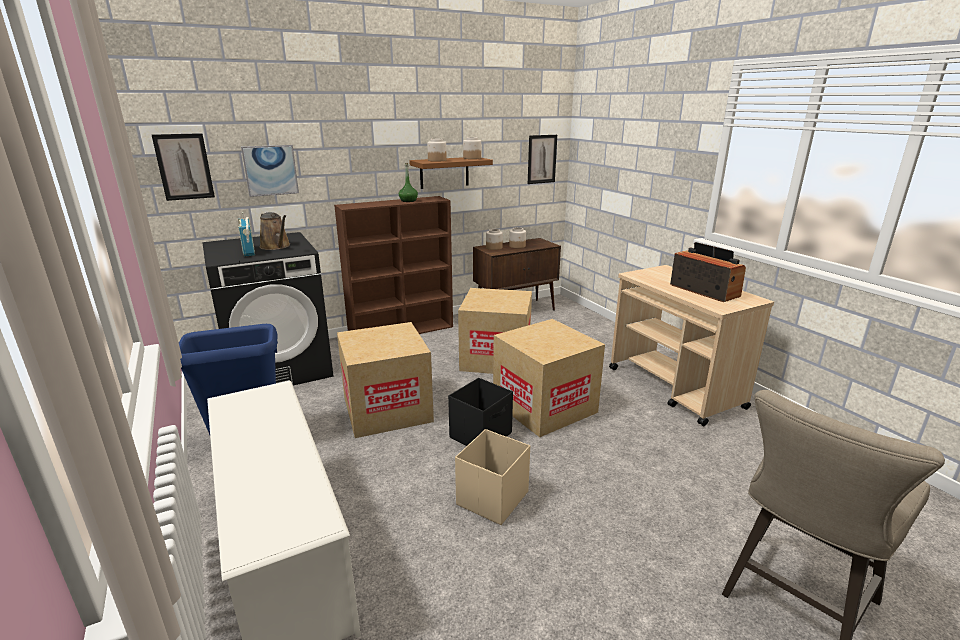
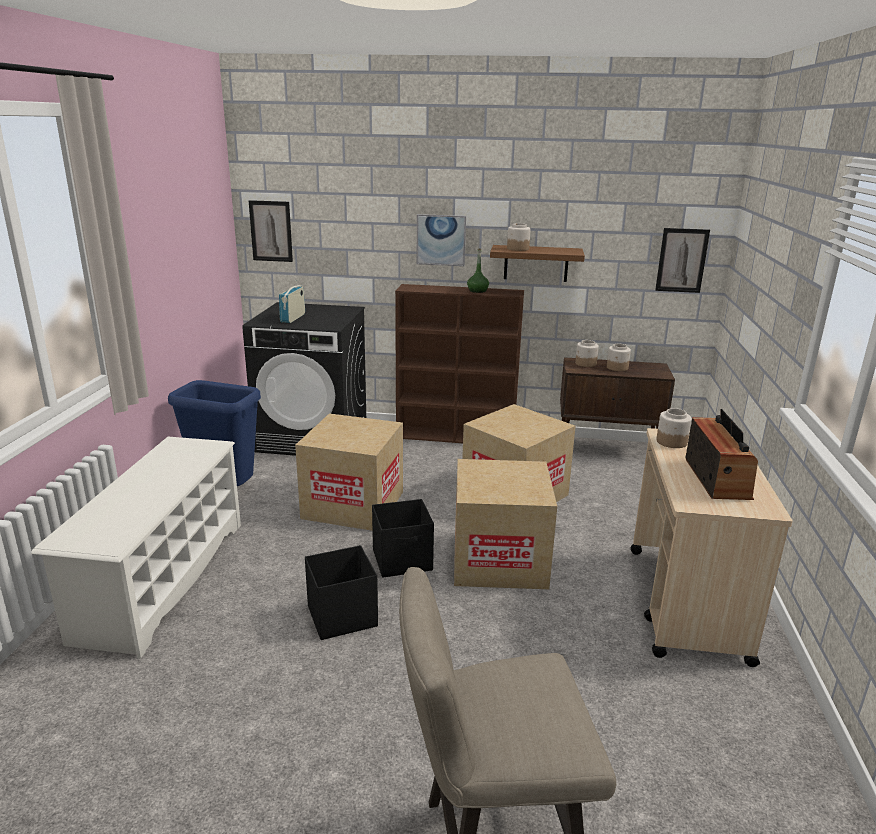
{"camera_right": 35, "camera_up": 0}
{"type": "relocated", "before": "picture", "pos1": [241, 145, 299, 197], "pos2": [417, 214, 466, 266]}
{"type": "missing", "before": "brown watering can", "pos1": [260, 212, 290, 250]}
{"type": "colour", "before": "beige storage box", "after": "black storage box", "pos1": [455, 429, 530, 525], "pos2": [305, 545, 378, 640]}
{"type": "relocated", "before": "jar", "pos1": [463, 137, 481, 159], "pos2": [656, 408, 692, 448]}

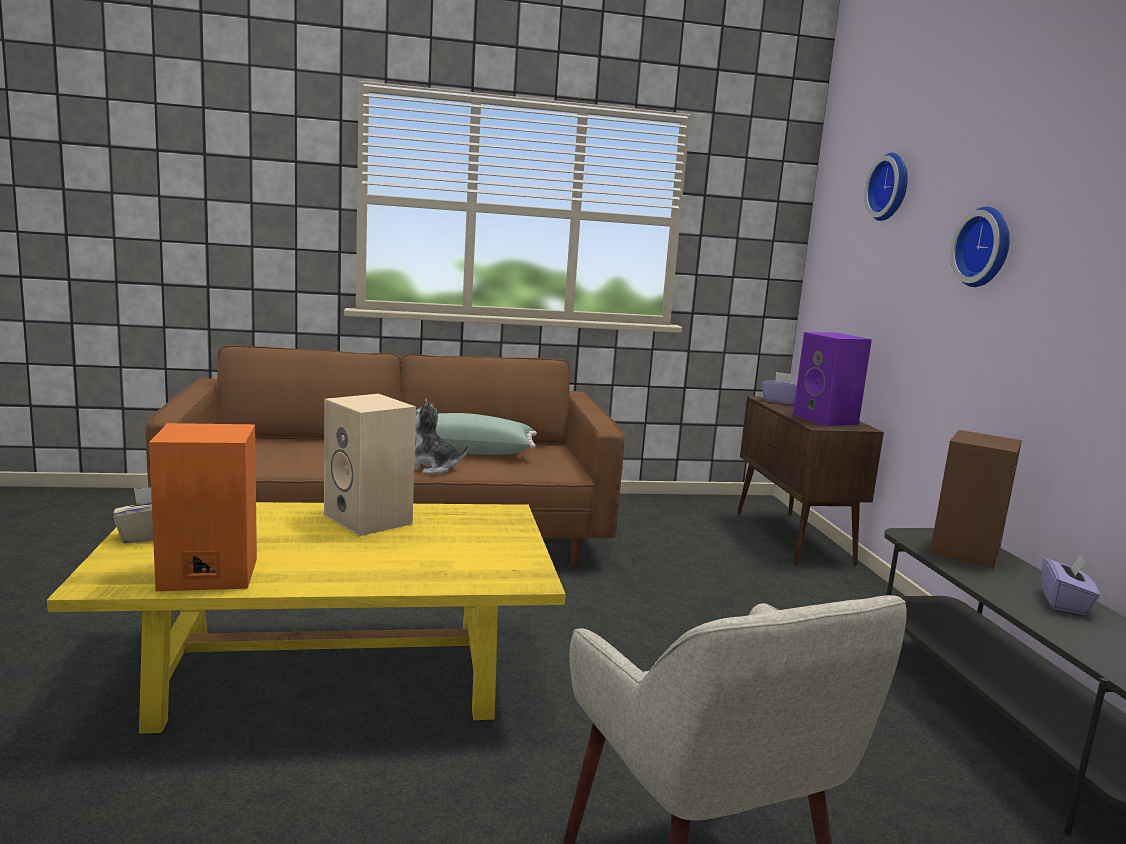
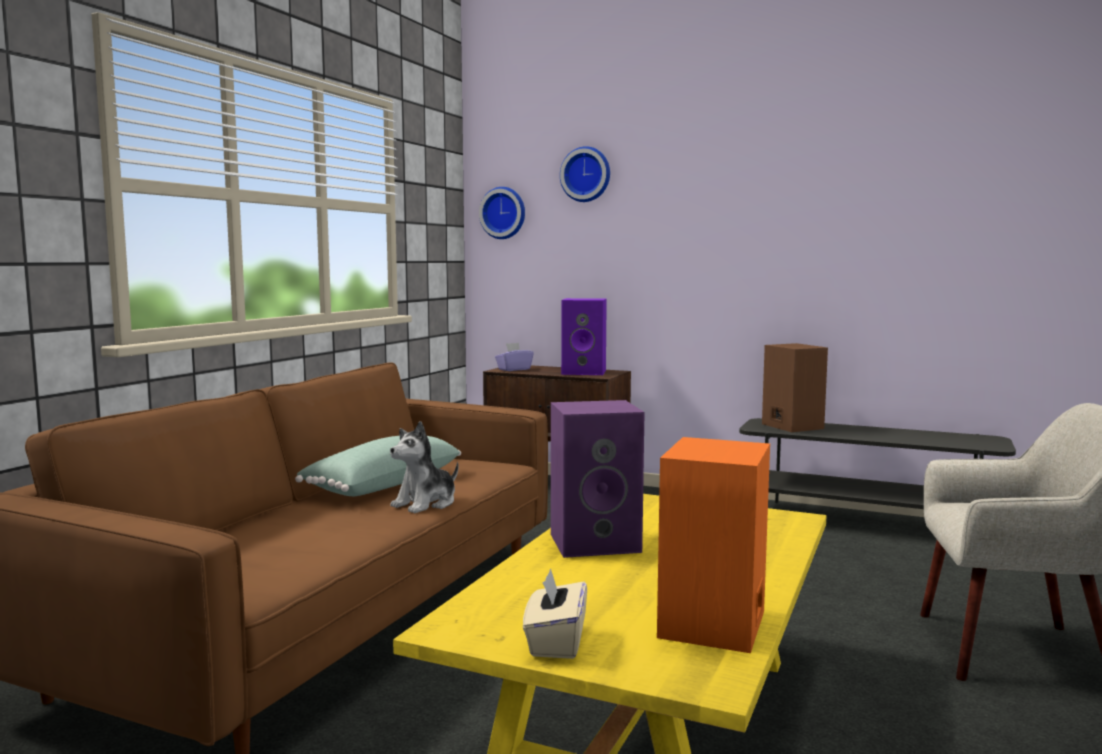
{"camera_right": -55, "camera_up": -5}
{"type": "colour", "before": "beige speaker", "after": "purple speaker", "pos1": [324, 394, 416, 536], "pos2": [551, 400, 644, 558]}
{"type": "relocated", "before": "wall clock", "pos1": [950, 206, 1010, 287], "pos2": [479, 187, 525, 239]}
{"type": "missing", "before": "purple tissue box", "pos1": [1041, 554, 1100, 615]}

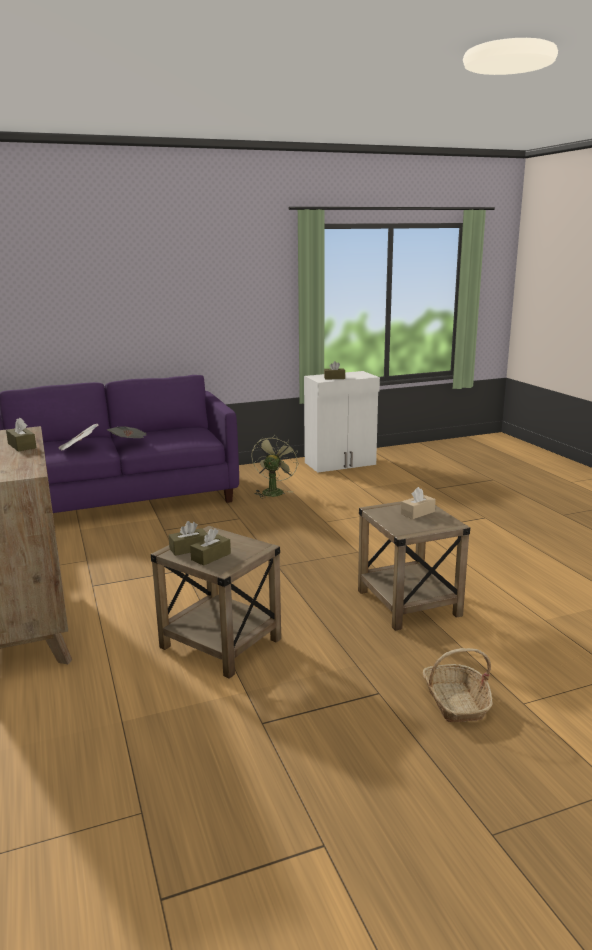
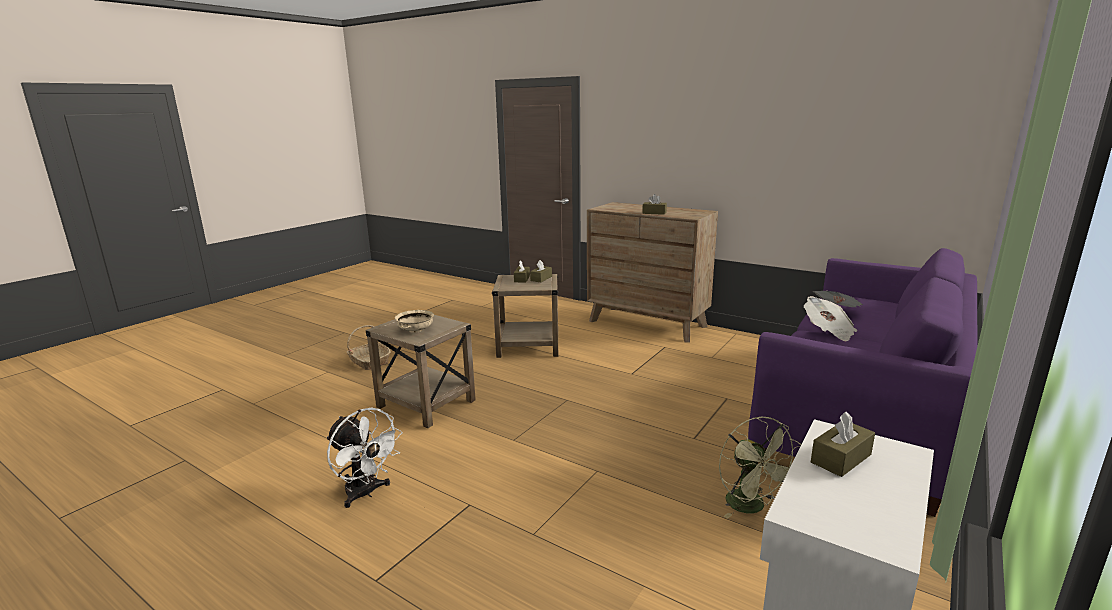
{"camera_right": 145, "camera_up": 0}
{"type": "exchanged", "before": "beige tissue box", "after": "beige bowl", "pos1": [401, 487, 436, 519], "pos2": [395, 310, 434, 333]}
{"type": "appeared", "after": "white fan", "pos2": [327, 408, 403, 508]}

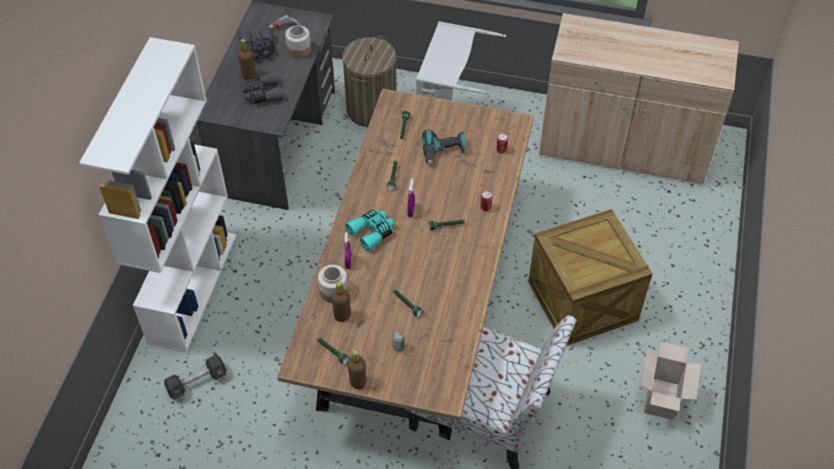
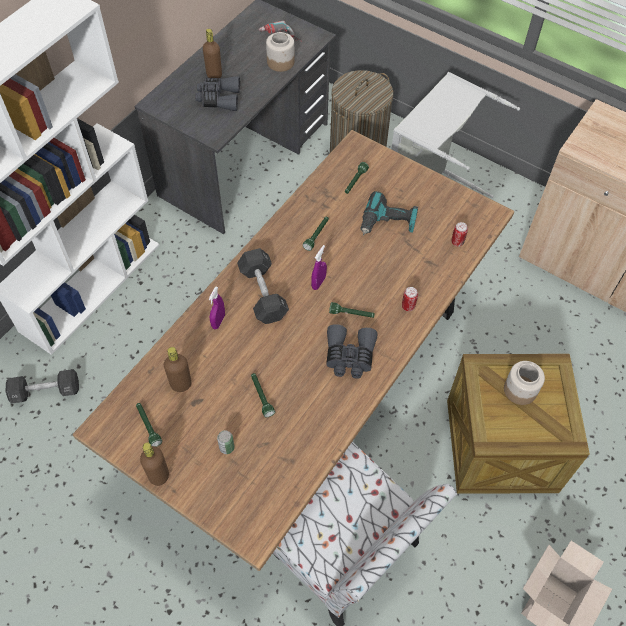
{"camera_right": 20, "camera_up": 5}
{"type": "relocated", "before": "grey binoculars", "pos1": [239, 27, 275, 61], "pos2": [326, 324, 378, 379]}
{"type": "relocated", "before": "jar", "pos1": [318, 265, 348, 303], "pos2": [504, 361, 545, 405]}
{"type": "exchanged", "before": "turquoise binoculars", "after": "black dumbbell", "pos1": [345, 209, 395, 252], "pos2": [237, 248, 289, 324]}

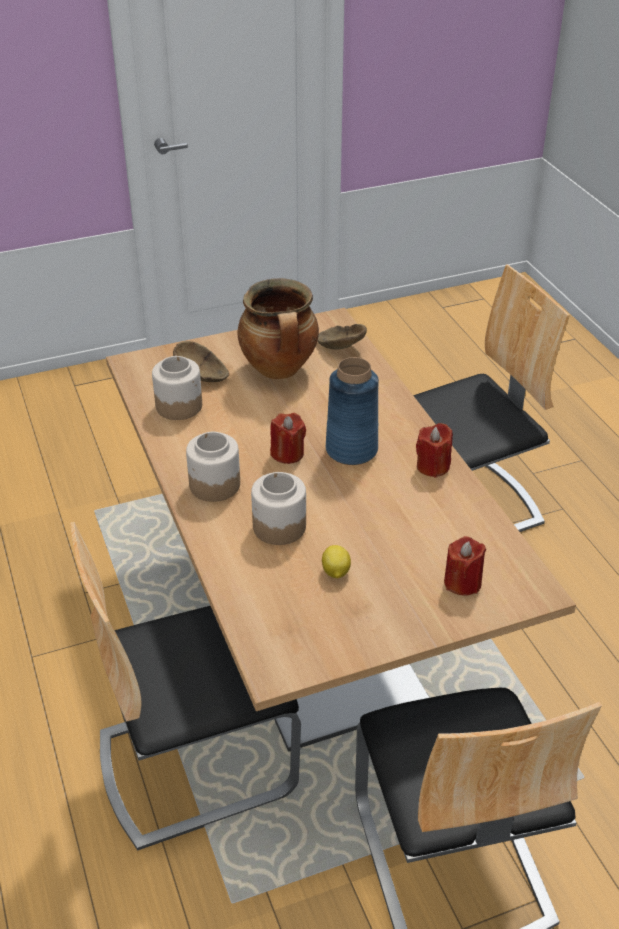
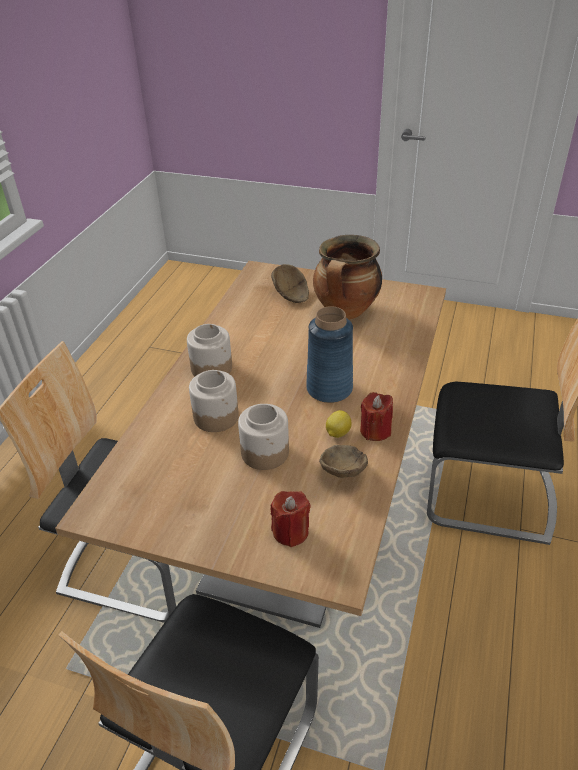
{"camera_right": 40, "camera_up": 0}
{"type": "relocated", "before": "jar", "pos1": [152, 356, 202, 420], "pos2": [238, 404, 289, 470]}
{"type": "missing", "before": "red candle", "pos1": [270, 413, 306, 464]}
{"type": "relocated", "before": "brown bowl", "pos1": [318, 324, 367, 349], "pos2": [319, 445, 368, 478]}
{"type": "relocated", "before": "lemon", "pos1": [322, 545, 351, 578], "pos2": [326, 410, 352, 438]}

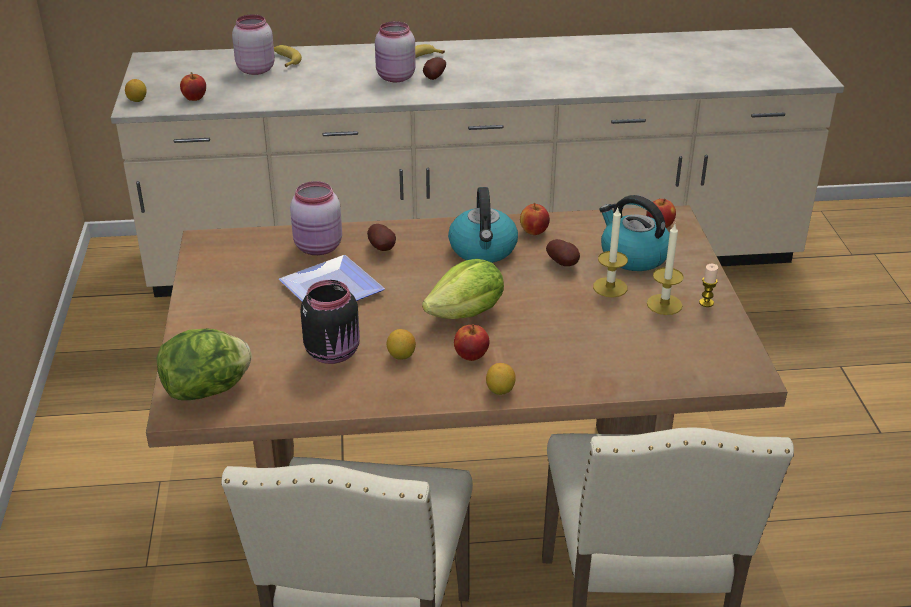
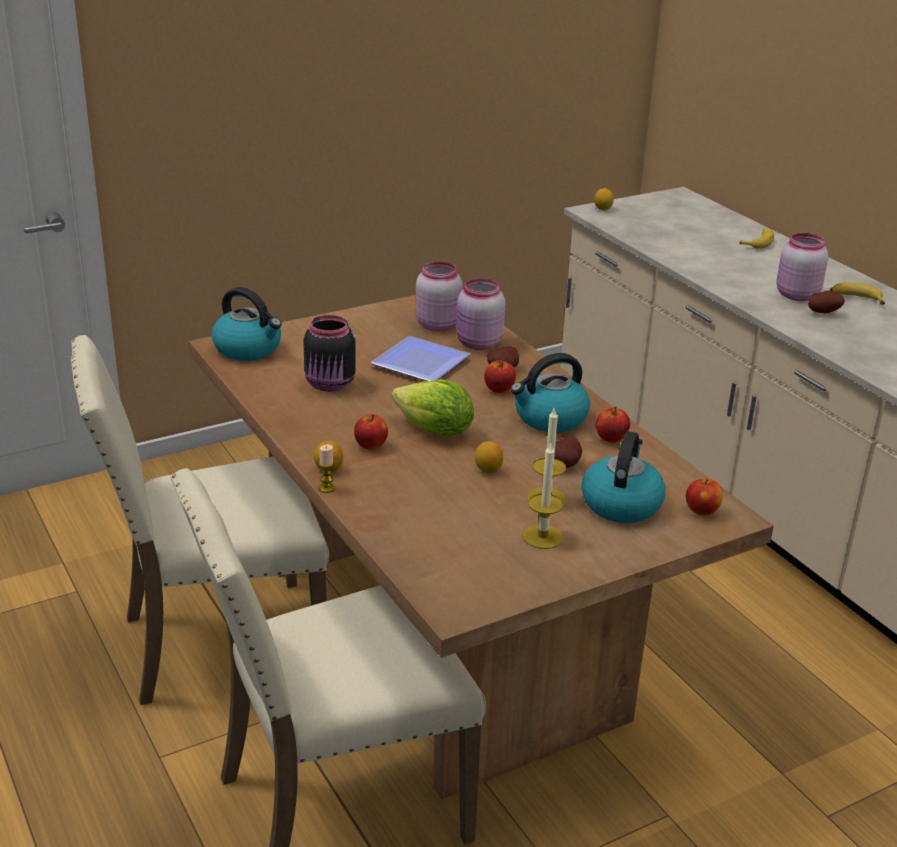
{"camera_right": 65, "camera_up": -5}
{"type": "exchanged", "before": "lettuce", "after": "kettle", "pos1": [156, 329, 252, 400], "pos2": [212, 287, 282, 361]}
{"type": "relocated", "before": "apple", "pos1": [180, 72, 206, 101], "pos2": [484, 360, 516, 393]}
{"type": "relocated", "before": "pink jar", "pos1": [232, 14, 275, 75], "pos2": [415, 262, 463, 331]}
{"type": "relocated", "before": "lemon", "pos1": [386, 329, 416, 360], "pos2": [475, 441, 503, 473]}
{"type": "relocated", "before": "candle", "pos1": [699, 264, 718, 307], "pos2": [318, 445, 335, 493]}

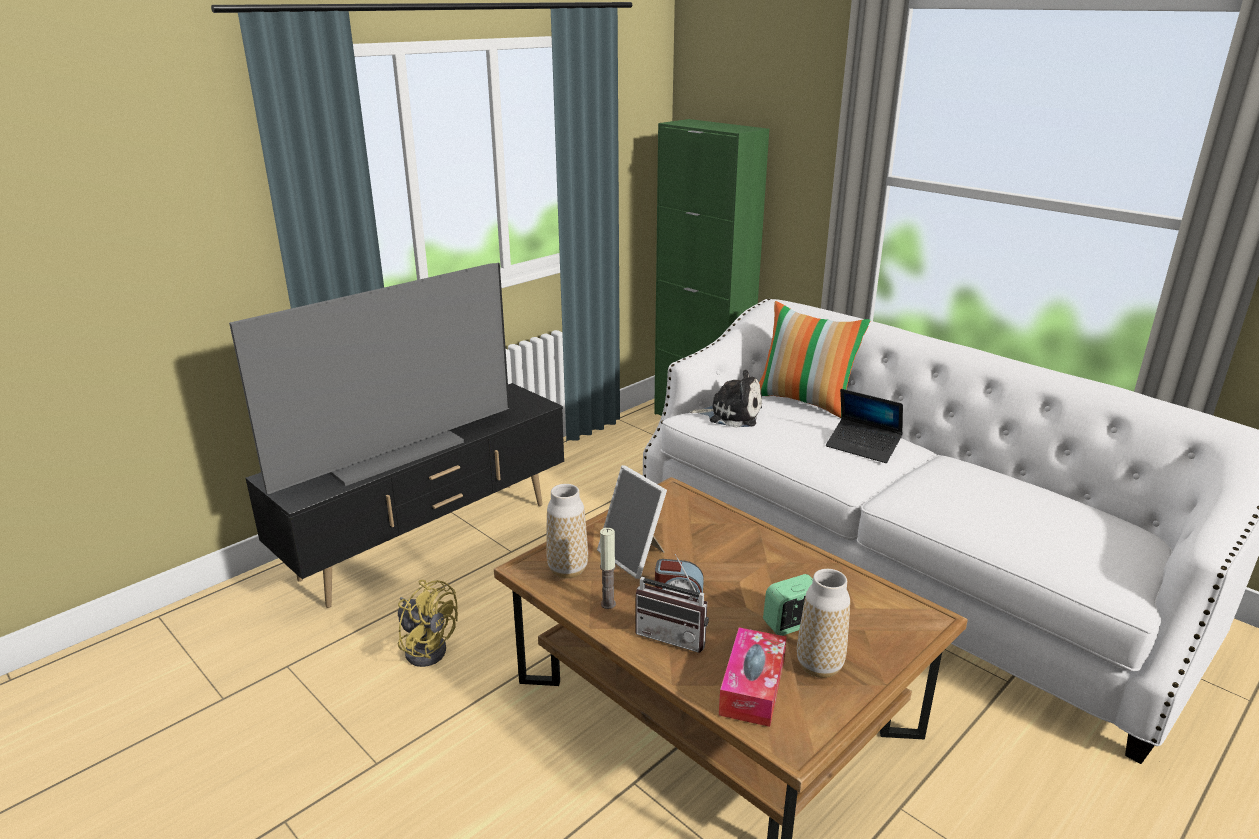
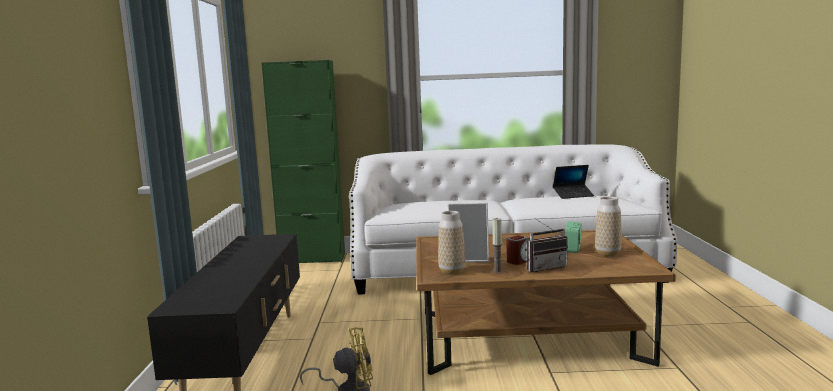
{"camera_right": -45, "camera_up": -15}
{"type": "missing", "before": "television", "pos1": [229, 263, 510, 495]}
{"type": "missing", "before": "plush toy", "pos1": [690, 370, 762, 428]}
{"type": "missing", "before": "tissue box", "pos1": [719, 627, 787, 727]}
{"type": "missing", "before": "pillow", "pos1": [759, 301, 871, 418]}
{"type": "relocated", "before": "laptop", "pos1": [826, 389, 903, 463], "pos2": [553, 165, 594, 199]}

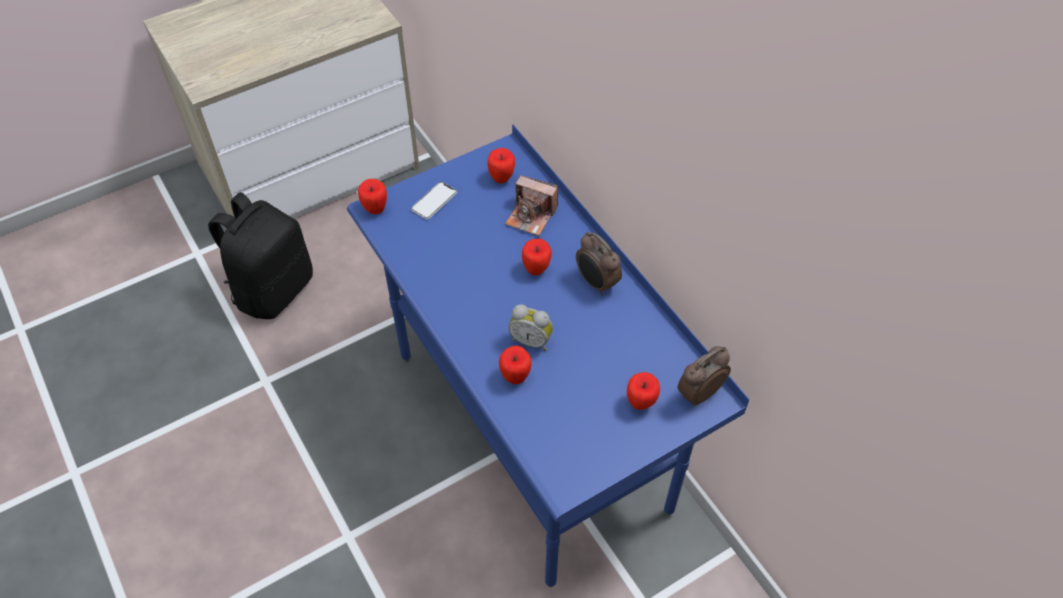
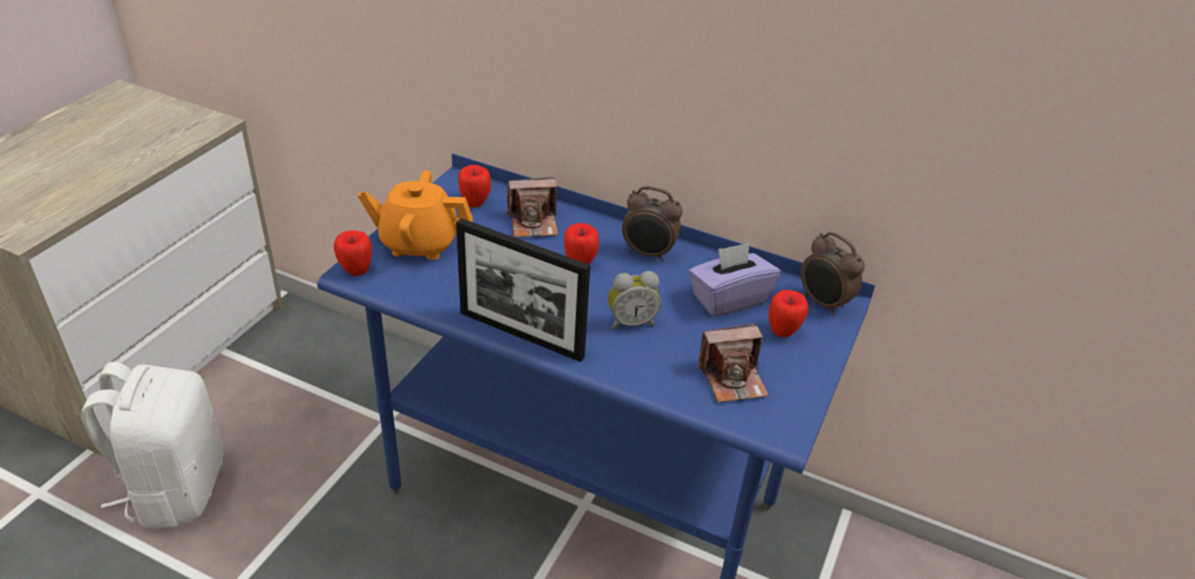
{"camera_right": -35, "camera_up": -15}
{"type": "colour", "before": "black backpack", "after": "white backpack", "pos1": [208, 192, 313, 319], "pos2": [82, 362, 224, 528]}
{"type": "exchanged", "before": "phone", "after": "orange teapot", "pos1": [411, 182, 457, 219], "pos2": [358, 170, 473, 260]}
{"type": "missing", "before": "apple", "pos1": [499, 346, 531, 384]}
{"type": "spun", "before": "alarm clock", "pos1": [678, 346, 731, 407], "pos2": [801, 232, 865, 316], "turn": -60}
{"type": "appeared", "after": "picture frame", "pos2": [456, 218, 590, 362]}
{"type": "appeared", "after": "purple tissue box", "pos2": [689, 242, 781, 317]}
{"type": "appeared", "after": "photo camera", "pos2": [698, 323, 769, 403]}

